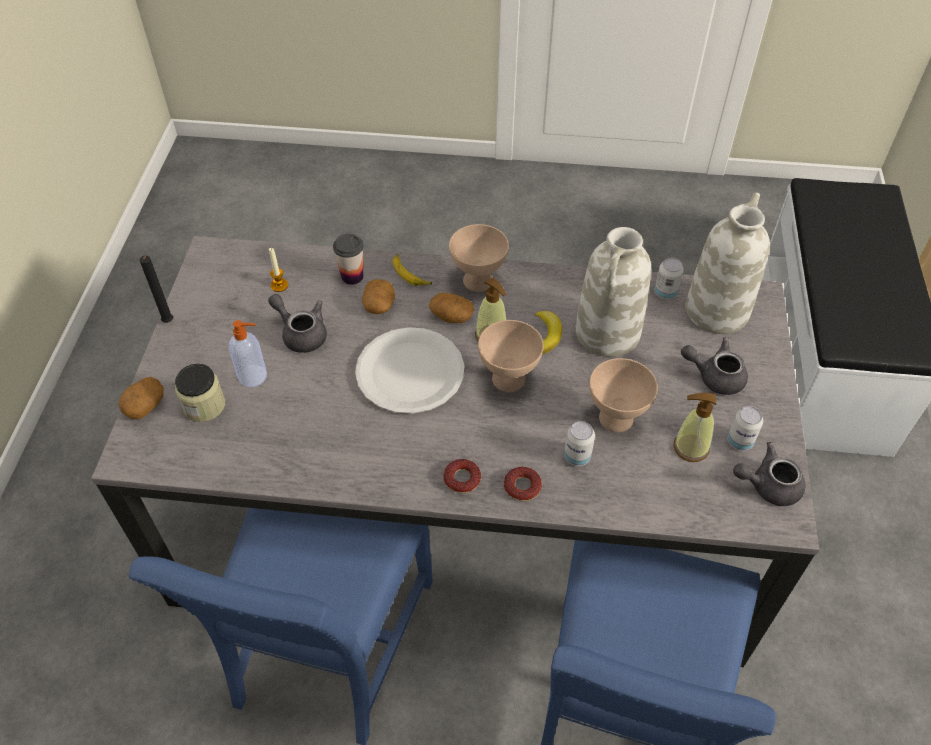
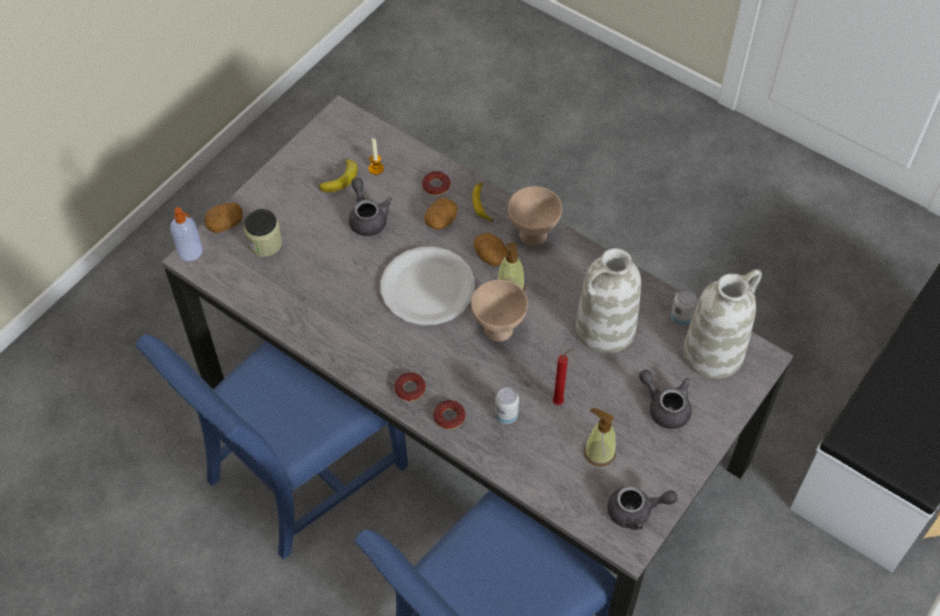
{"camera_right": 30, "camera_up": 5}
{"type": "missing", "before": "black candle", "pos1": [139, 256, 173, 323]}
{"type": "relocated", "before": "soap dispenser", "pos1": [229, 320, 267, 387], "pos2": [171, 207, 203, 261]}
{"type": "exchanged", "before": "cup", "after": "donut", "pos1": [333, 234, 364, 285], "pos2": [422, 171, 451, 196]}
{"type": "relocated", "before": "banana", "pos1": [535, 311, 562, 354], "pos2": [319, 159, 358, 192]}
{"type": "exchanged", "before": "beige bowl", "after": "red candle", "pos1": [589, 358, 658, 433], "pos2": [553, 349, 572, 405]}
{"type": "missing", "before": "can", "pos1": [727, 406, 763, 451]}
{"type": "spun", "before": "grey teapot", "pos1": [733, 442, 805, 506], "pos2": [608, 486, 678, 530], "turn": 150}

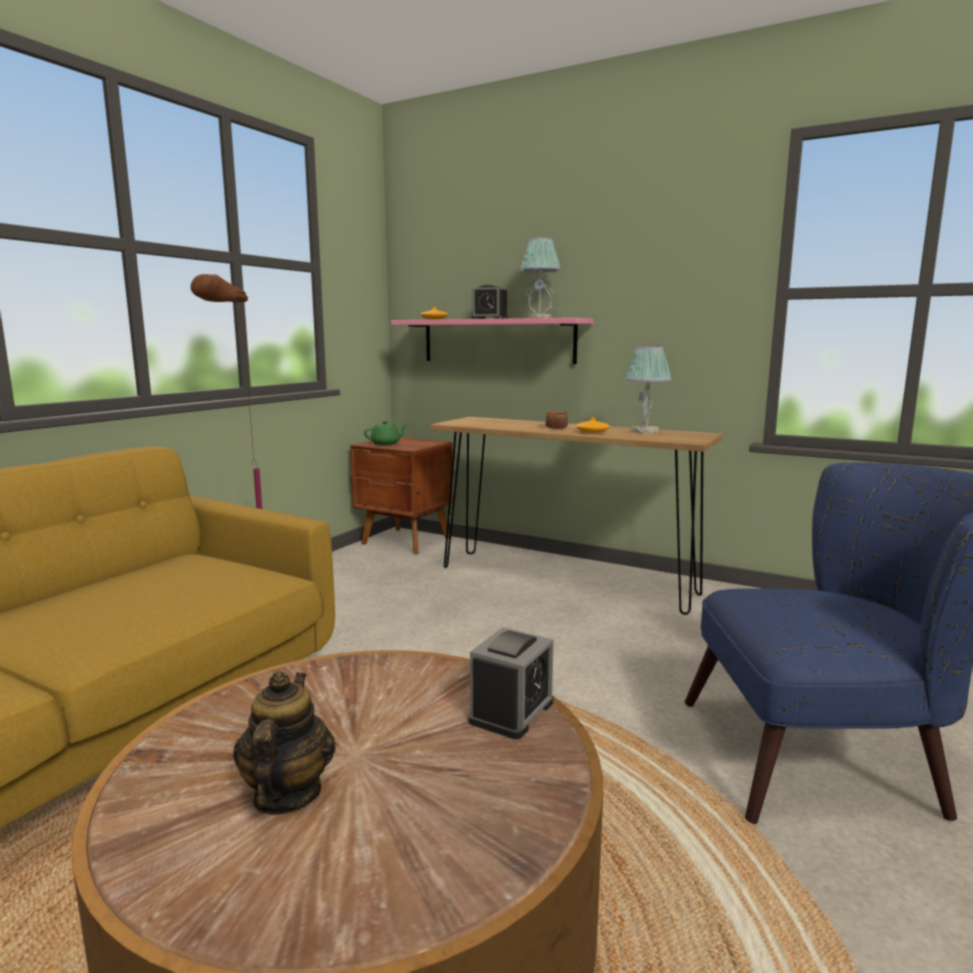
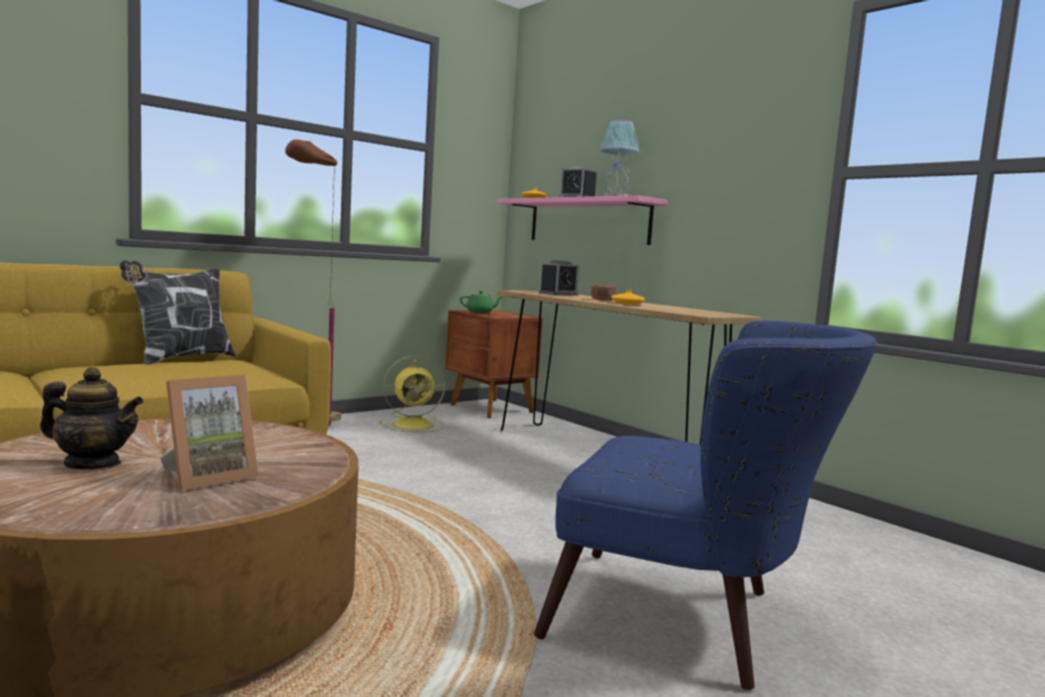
{"camera_right": 20, "camera_up": -5}
{"type": "spun", "before": "teapot", "pos1": [233, 671, 336, 815], "pos2": [40, 367, 144, 469], "turn": 75}
{"type": "relocated", "before": "alarm clock", "pos1": [469, 627, 554, 739], "pos2": [539, 260, 579, 296]}
{"type": "missing", "before": "table lamp", "pos1": [625, 347, 671, 434]}
{"type": "appeared", "after": "pillow", "pos2": [120, 260, 236, 365]}
{"type": "appeared", "after": "picture frame", "pos2": [160, 375, 259, 491]}
{"type": "appeared", "after": "yellow fan", "pos2": [379, 356, 445, 432]}

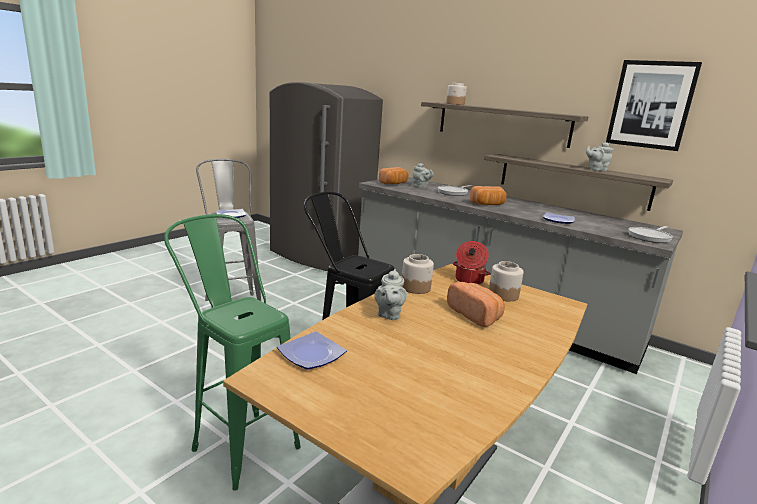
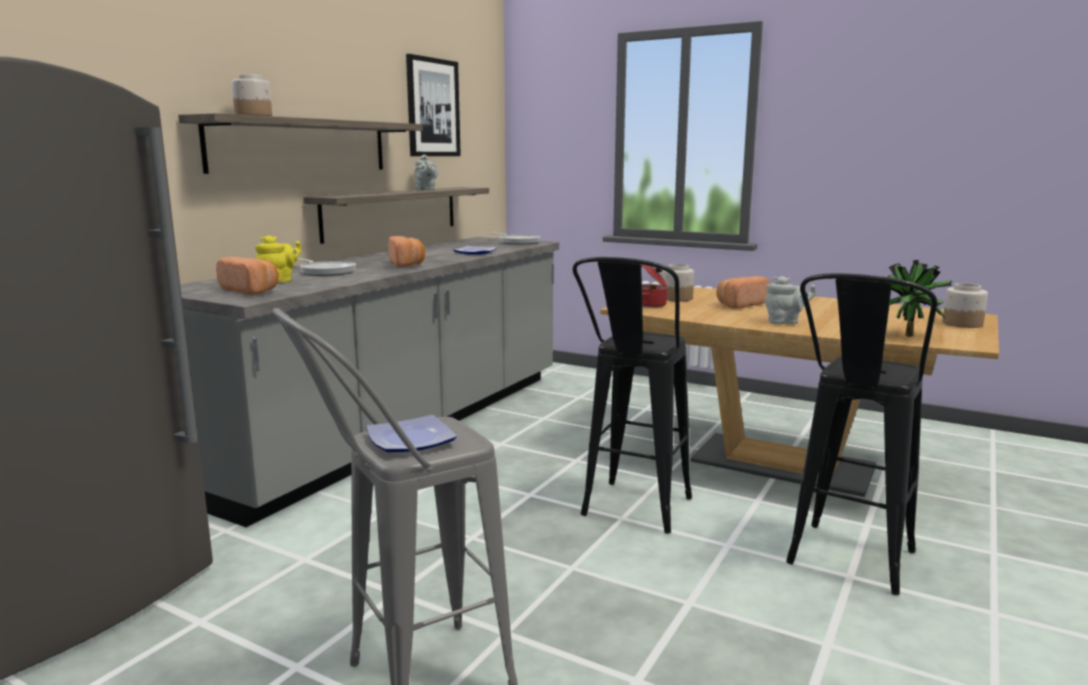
{"camera_right": -95, "camera_up": -5}
{"type": "colour", "before": "green stool", "after": "black stool", "pos1": [164, 214, 301, 491], "pos2": [786, 273, 937, 595]}
{"type": "exchanged", "before": "plate", "after": "potted plant", "pos1": [277, 331, 347, 369], "pos2": [888, 260, 953, 337]}
{"type": "relocated", "before": "jar", "pos1": [402, 254, 434, 294], "pos2": [943, 283, 988, 328]}
{"type": "colour", "before": "grey teapot", "after": "yellow teapot", "pos1": [412, 163, 434, 188], "pos2": [255, 236, 301, 283]}

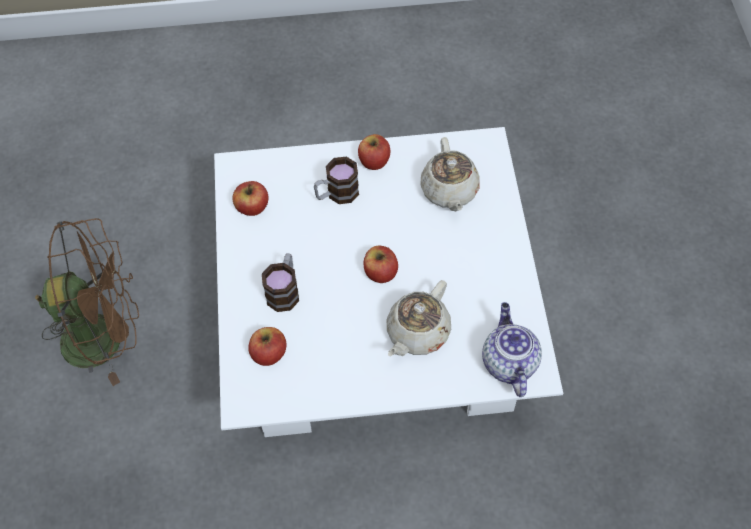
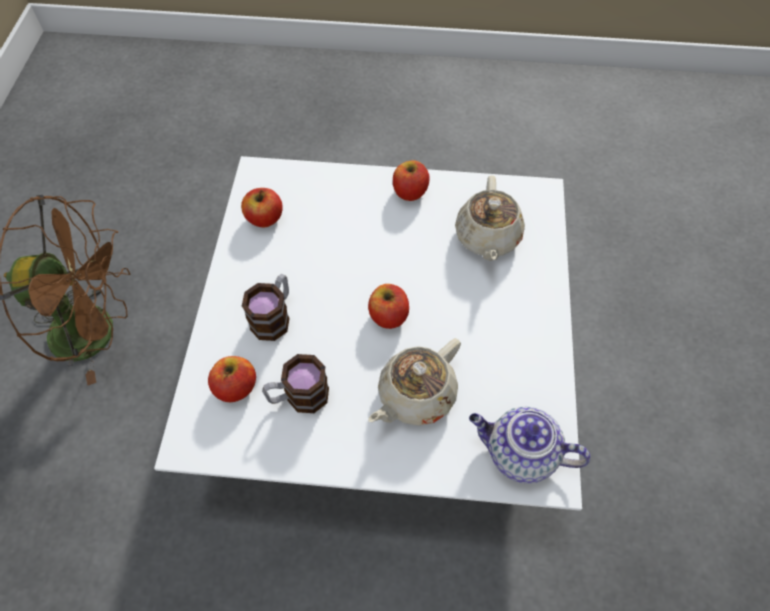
{"camera_right": 10, "camera_up": 0}
{"type": "relocated", "before": "mug", "pos1": [314, 157, 359, 204], "pos2": [262, 354, 329, 413]}
{"type": "spun", "before": "teapot", "pos1": [482, 302, 542, 397], "pos2": [469, 407, 591, 483], "turn": -75}

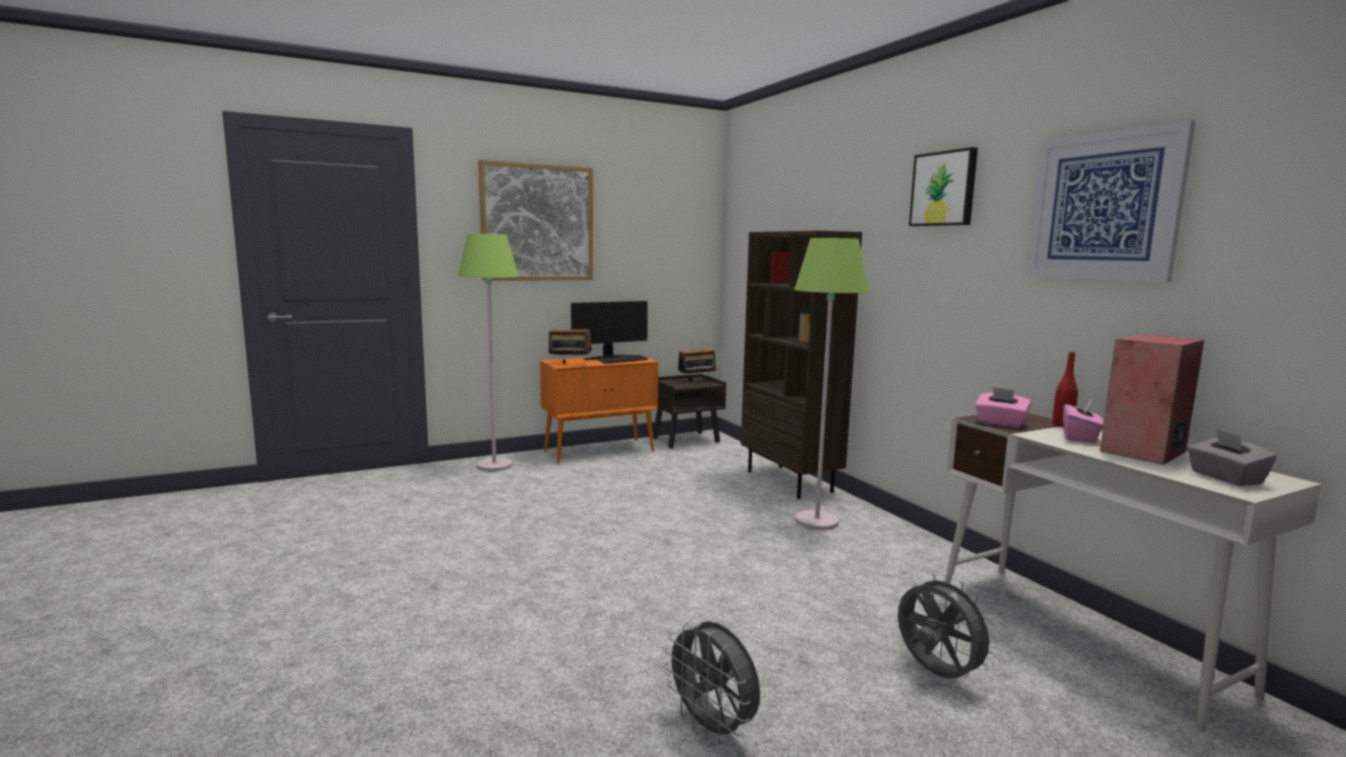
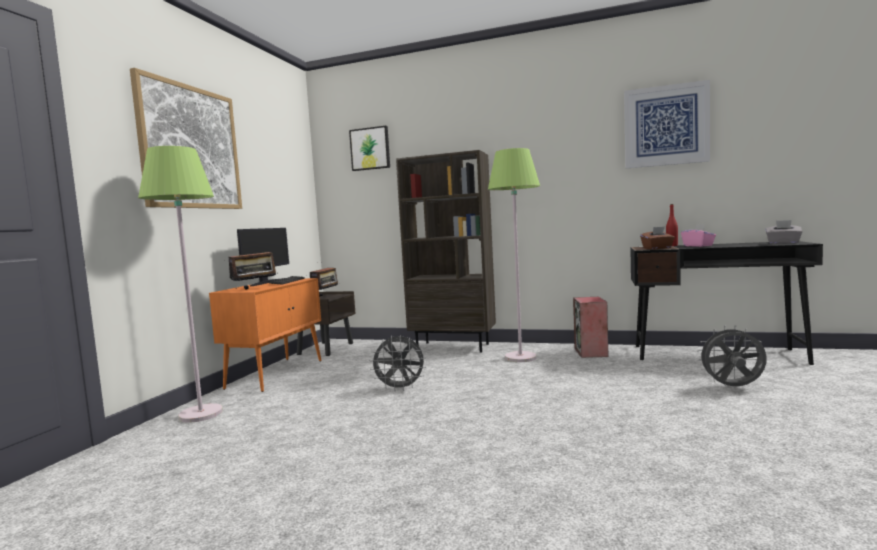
{"camera_right": -45, "camera_up": -5}
{"type": "relocated", "before": "grey fan", "pos1": [663, 621, 760, 744], "pos2": [369, 335, 426, 391]}
{"type": "relocated", "before": "picture", "pos1": [909, 147, 978, 226], "pos2": [349, 126, 390, 171]}
{"type": "colour", "before": "white desk", "after": "black desk", "pos1": [944, 413, 1322, 733], "pos2": [630, 241, 823, 365]}
{"type": "colour", "before": "pink tissue box", "after": "brown tissue box", "pos1": [975, 387, 1032, 428], "pos2": [640, 226, 675, 249]}
{"type": "relocated", "before": "speaker", "pos1": [1100, 334, 1204, 465], "pos2": [573, 297, 608, 358]}

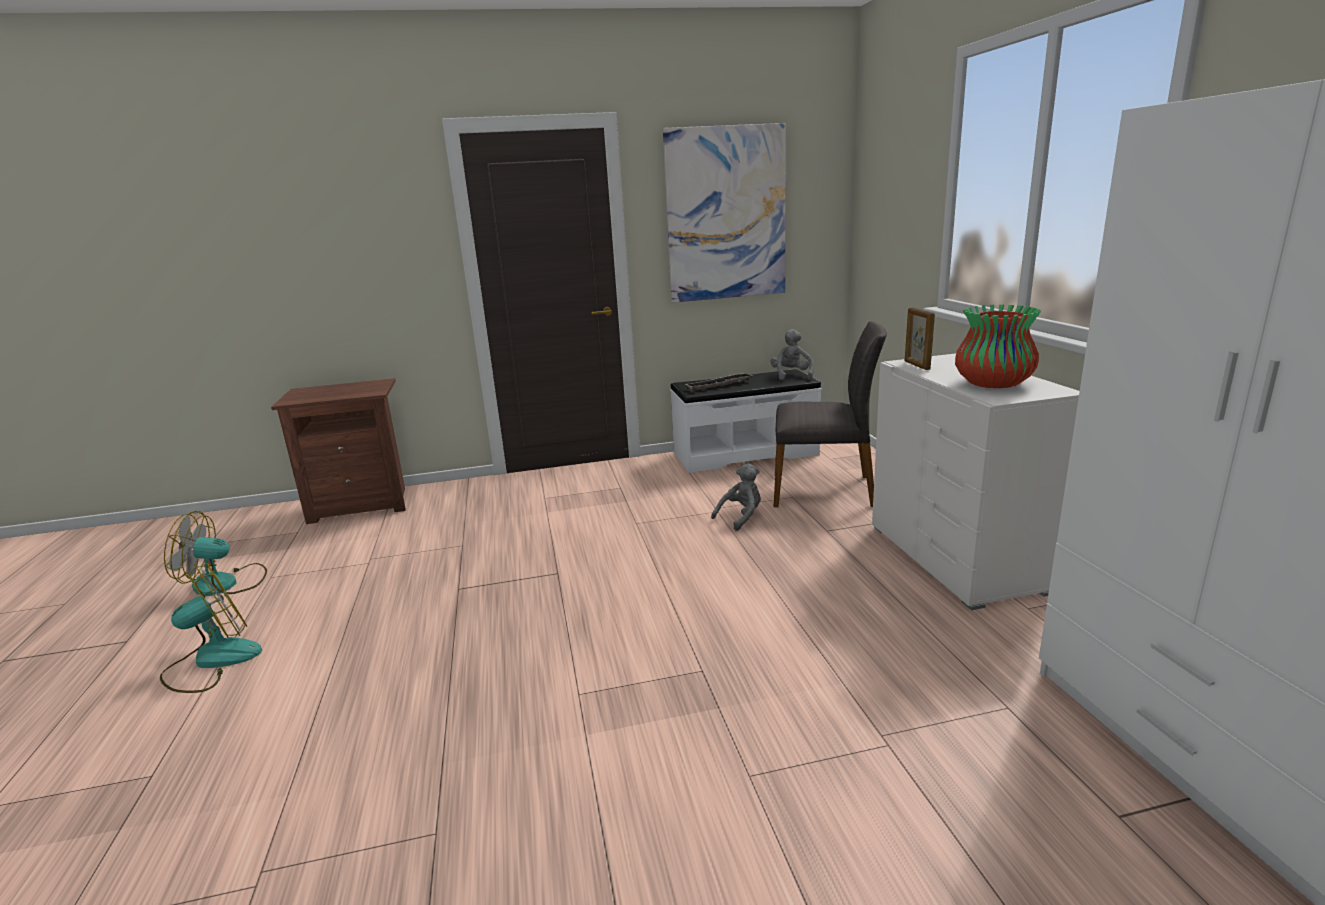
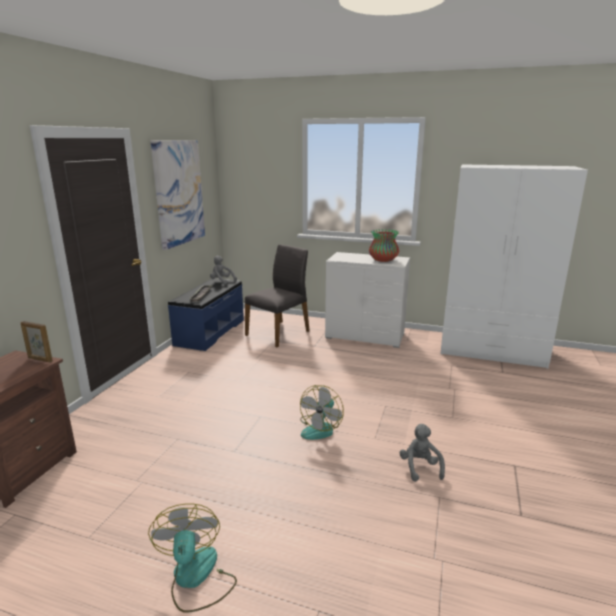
{"camera_right": -60, "camera_up": 0}
{"type": "relocated", "before": "fan", "pos1": [164, 511, 267, 597], "pos2": [300, 385, 344, 440]}
{"type": "colour", "before": "white bench", "after": "blue bench", "pos1": [670, 369, 822, 473], "pos2": [168, 278, 244, 351]}
{"type": "relocated", "before": "grey plush toy", "pos1": [711, 463, 761, 531], "pos2": [399, 424, 445, 482]}
{"type": "relocated", "before": "picture frame", "pos1": [905, 307, 935, 370], "pos2": [21, 321, 53, 362]}

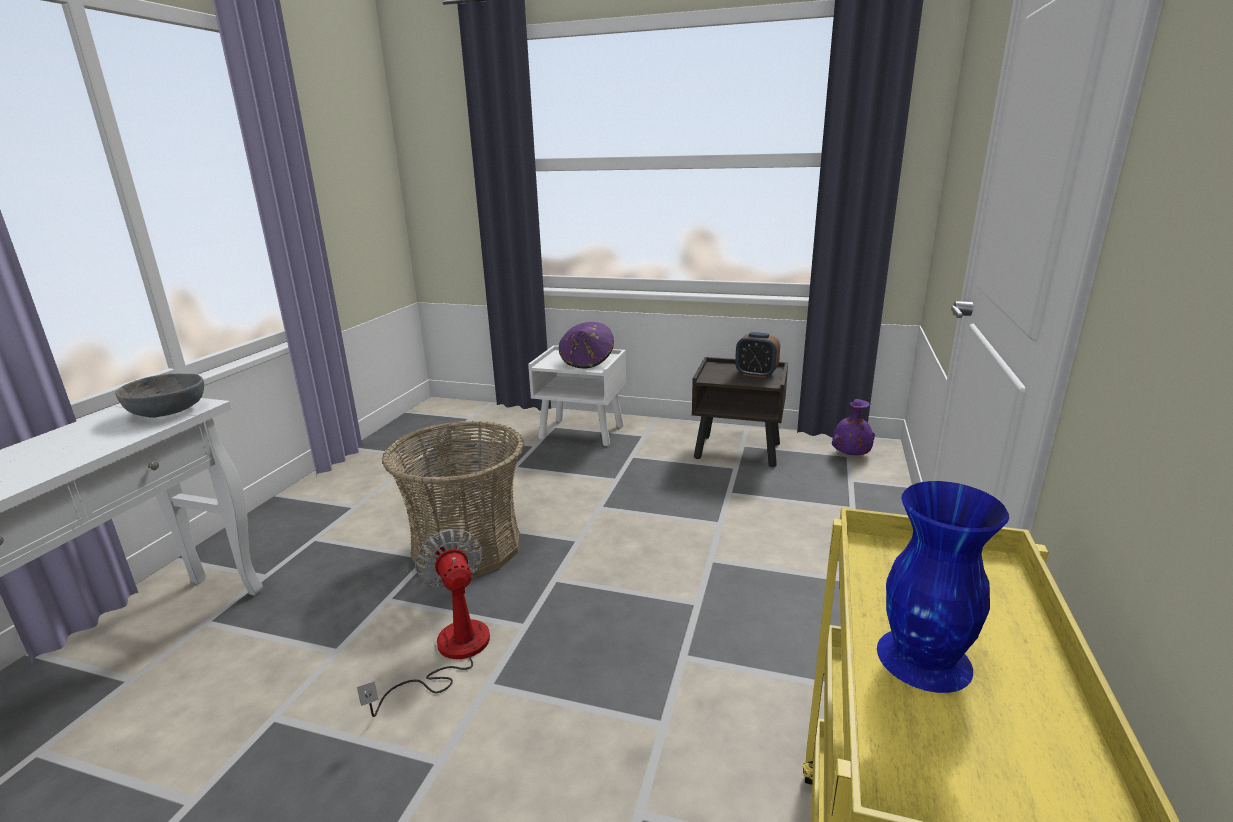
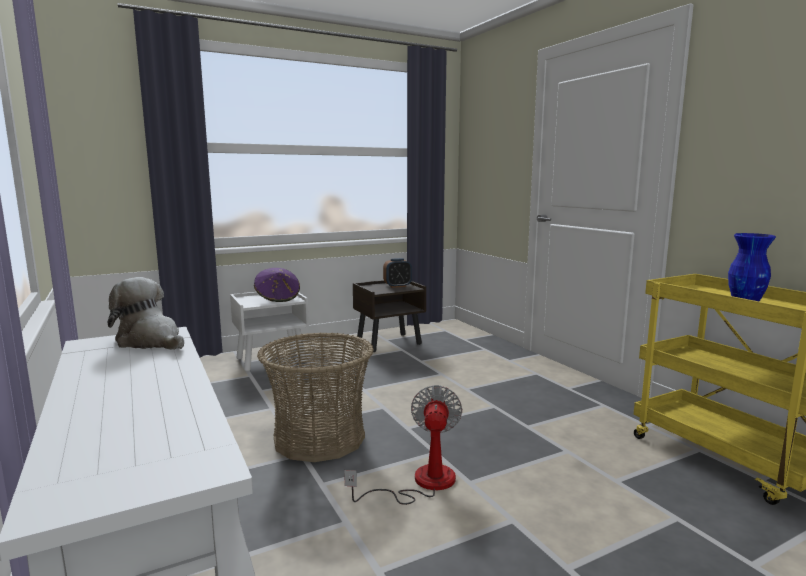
{"camera_right": -45, "camera_up": -10}
{"type": "exchanged", "before": "grey bowl", "after": "plush toy", "pos1": [115, 374, 204, 418], "pos2": [108, 277, 184, 350]}
{"type": "spun", "before": "fan", "pos1": [357, 529, 490, 717], "pos2": [344, 385, 462, 505], "turn": 75}
{"type": "missing", "before": "purple vase", "pos1": [832, 399, 875, 455]}

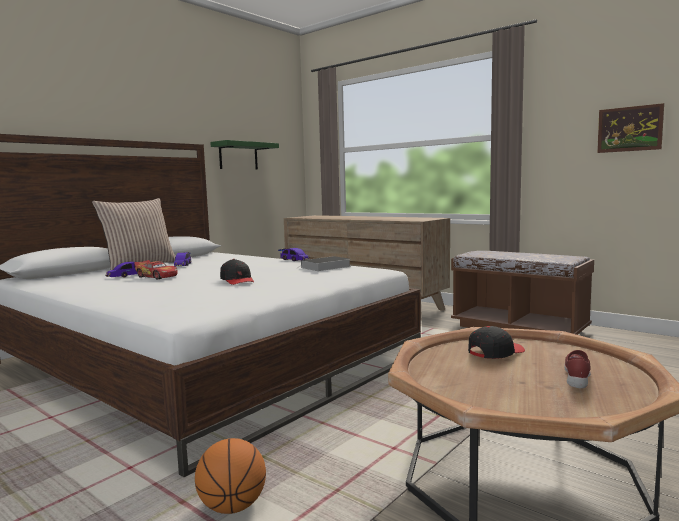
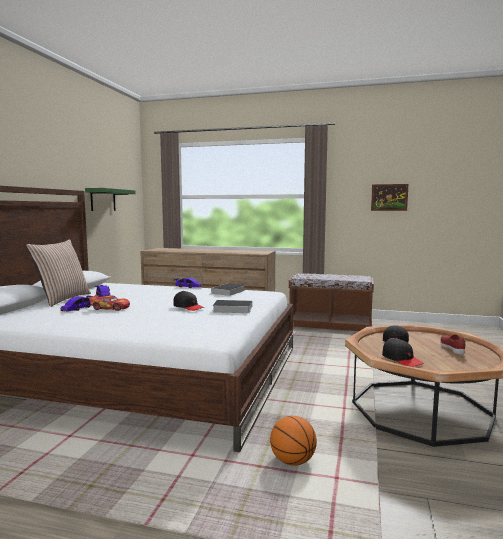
{"camera_right": -25, "camera_up": 0}
{"type": "appeared", "after": "book", "pos2": [213, 300, 252, 313]}
{"type": "appeared", "after": "black cap", "pos2": [382, 338, 424, 367]}

